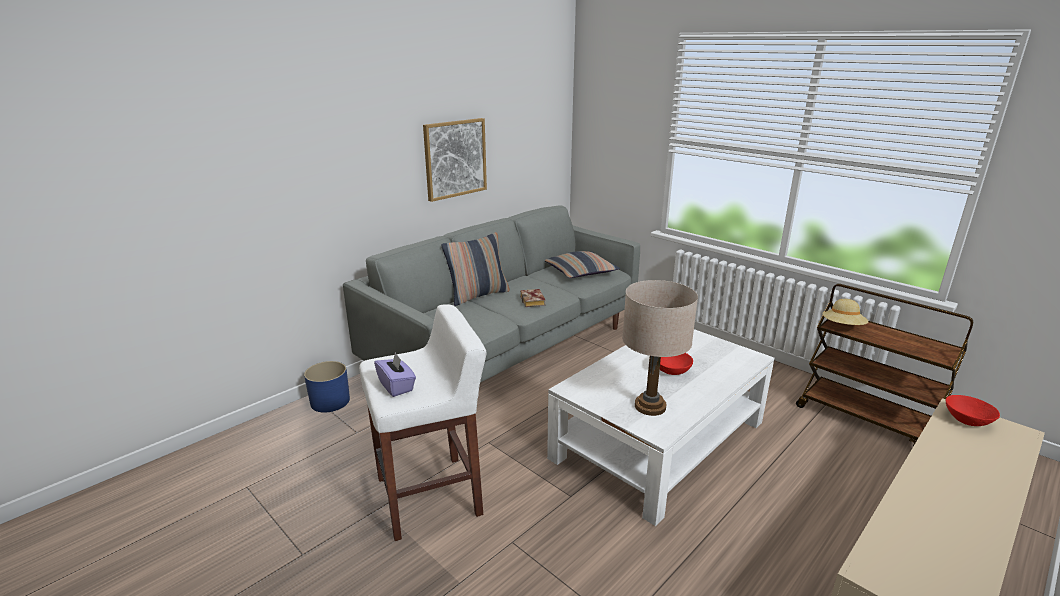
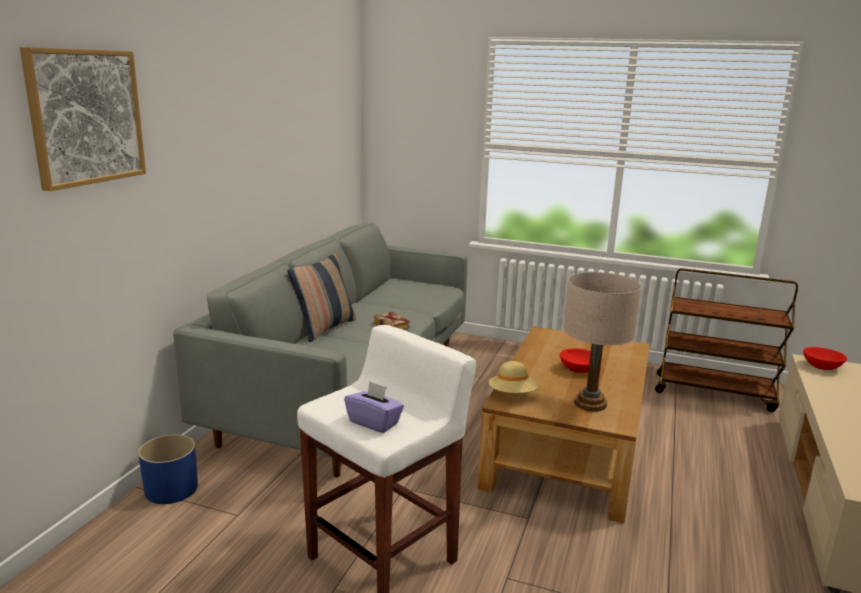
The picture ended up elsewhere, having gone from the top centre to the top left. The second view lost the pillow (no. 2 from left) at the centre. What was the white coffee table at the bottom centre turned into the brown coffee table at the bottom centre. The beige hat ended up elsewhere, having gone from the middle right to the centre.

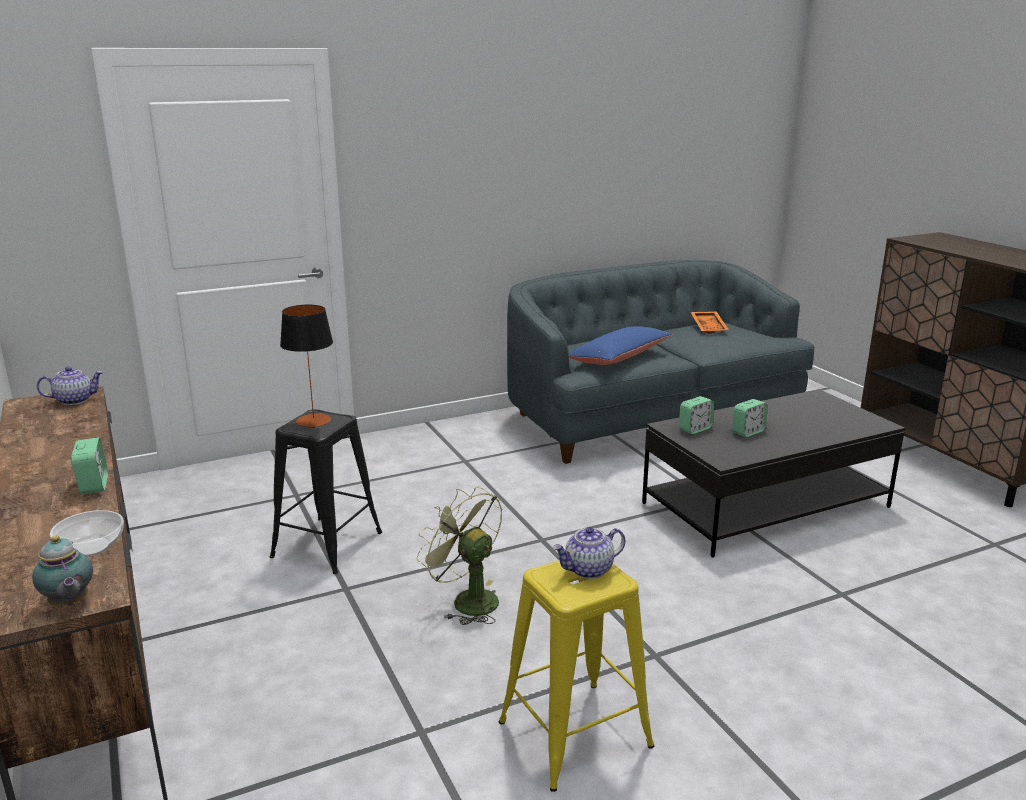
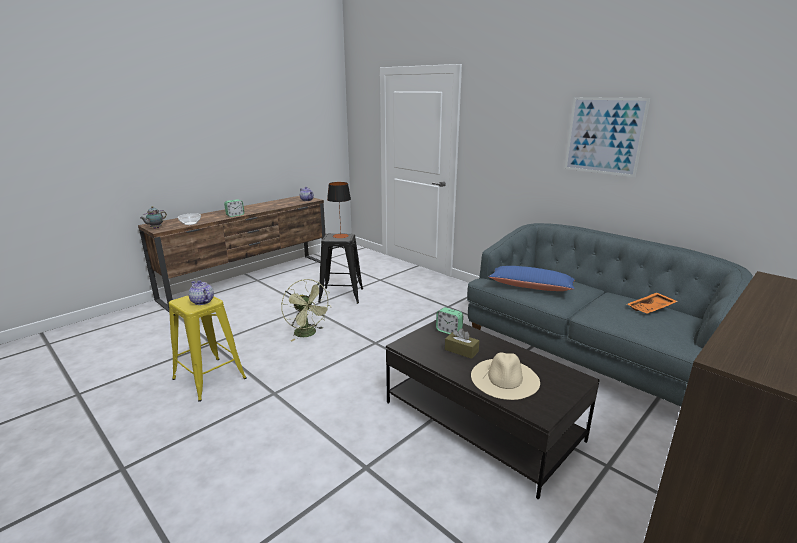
The green fan at the bottom centre ended up facing another way, 120 degrees clockwise from before. Where the alarm clock (no. 3 from left) stood at the middle right, the brown tissue box came to stand at the centre. The second view gained the beige hat at the bottom centre. The second view gained the picture at the top right.

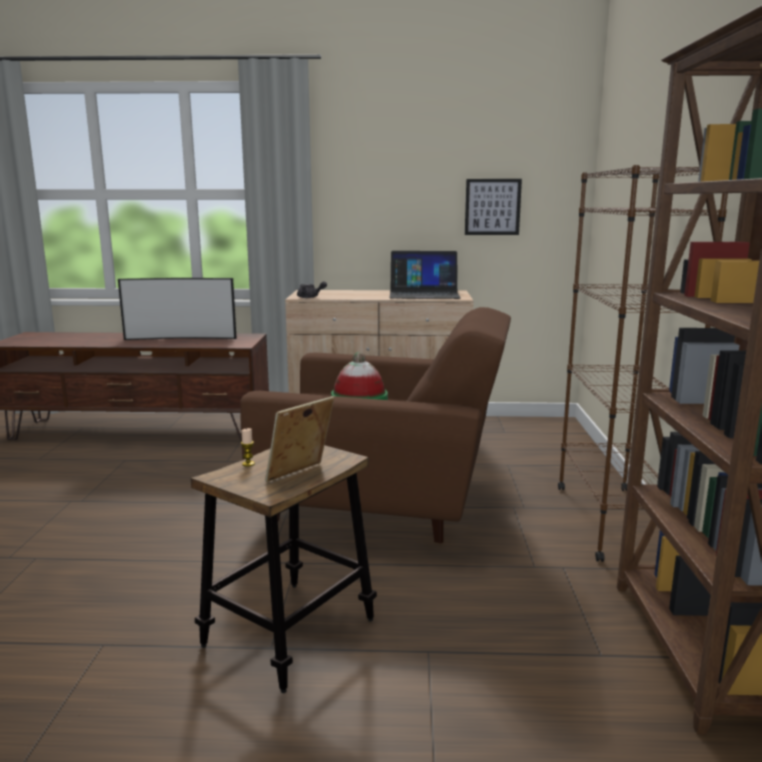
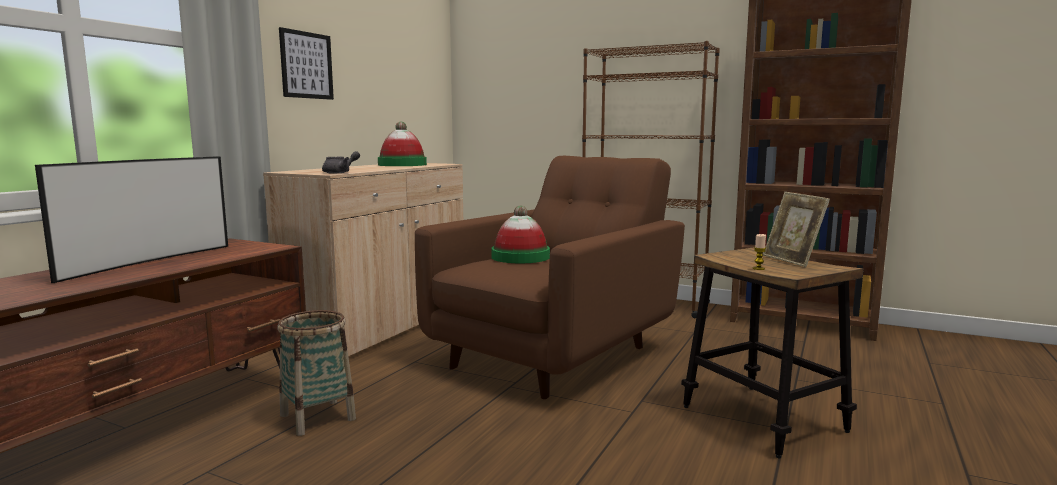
Where the laptop stood at the centre, the hat (no. 1 from left) came to stand at the top centre. The picture ended up elsewhere, having gone from the top centre to the top left. The second view gained the basket at the bottom left.

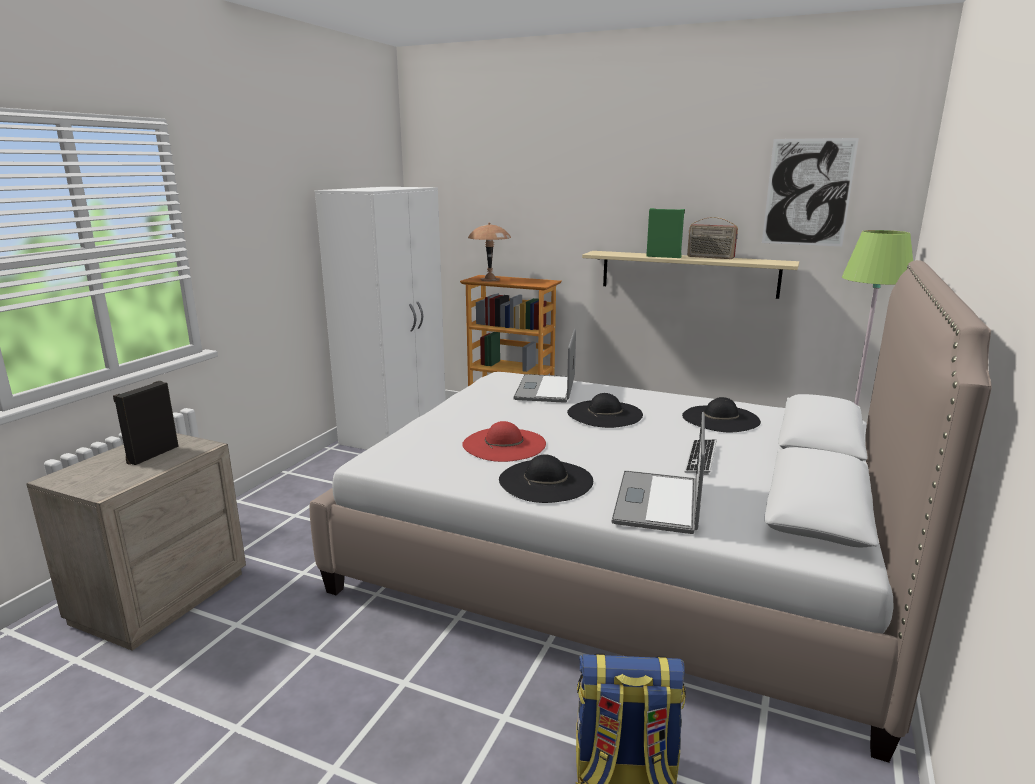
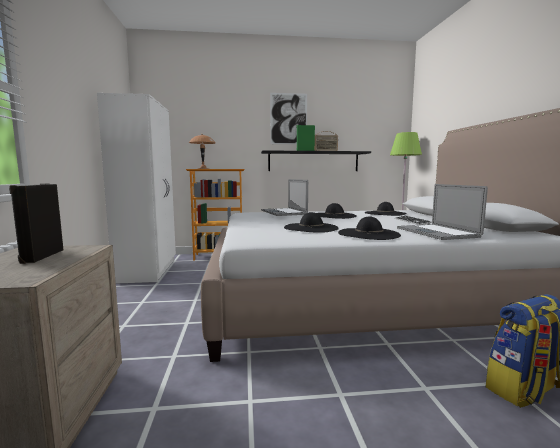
What was the red hat at the centre turned into the black hat (no. 1 from left) at the centre. What was the beige shelf at the middle right turned into the black shelf at the centre. The picture ended up elsewhere, having gone from the top right to the top centre.

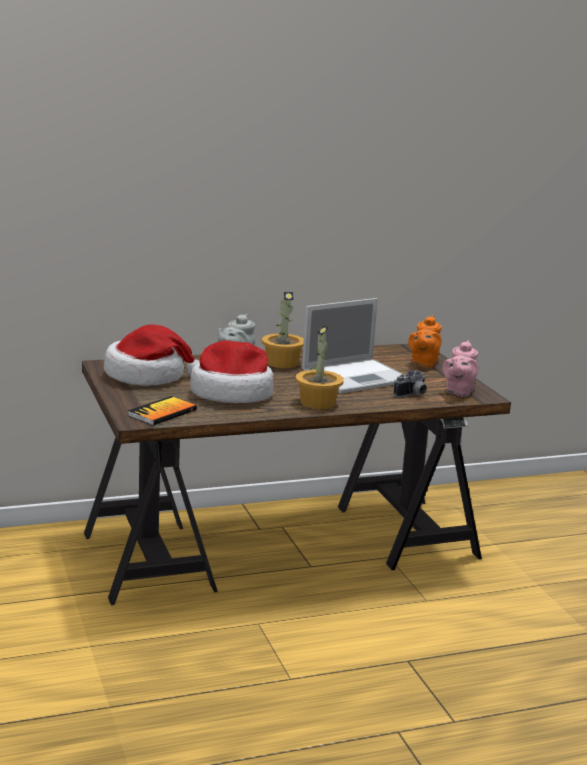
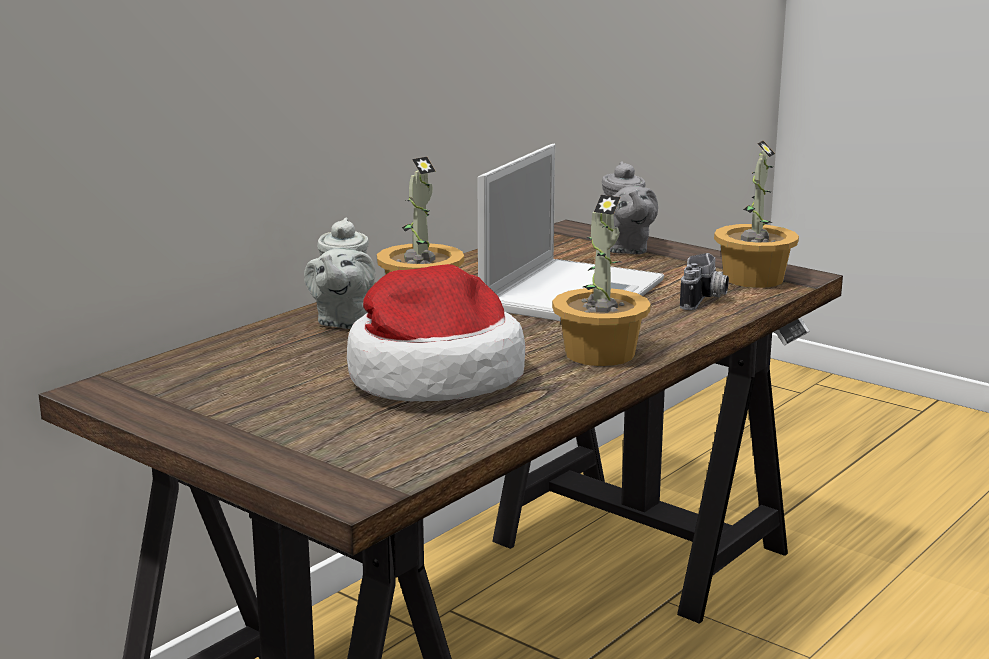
The second view lost the hat (no. 1 from left) at the middle left. The second view lost the book at the middle left. What was the orange teapot at the middle right turned into the grey teapot (no. 2 from left) at the top centre. Where the pink teapot stood at the middle right, the potted plant (no. 3 from left) came to stand at the top right.

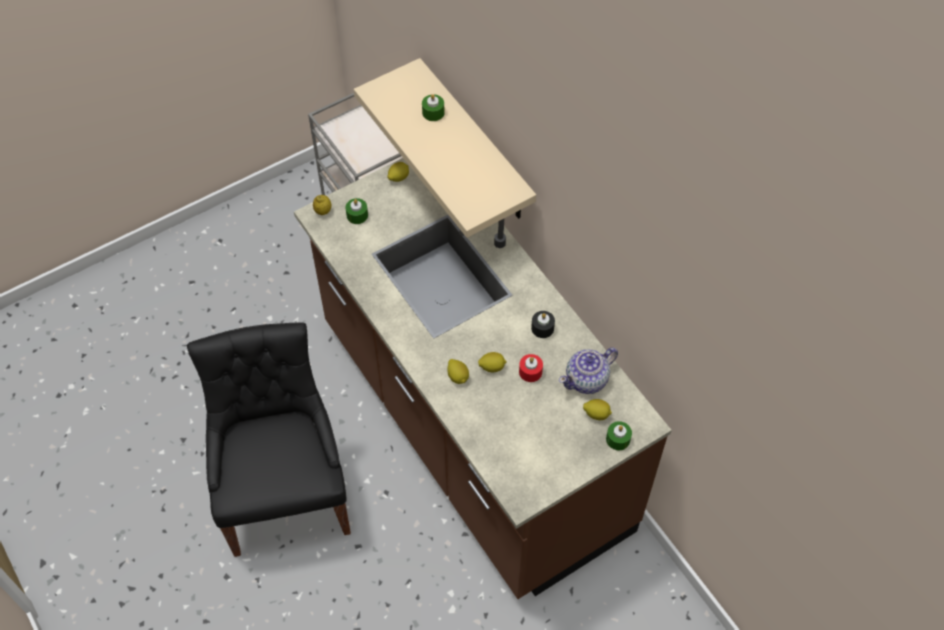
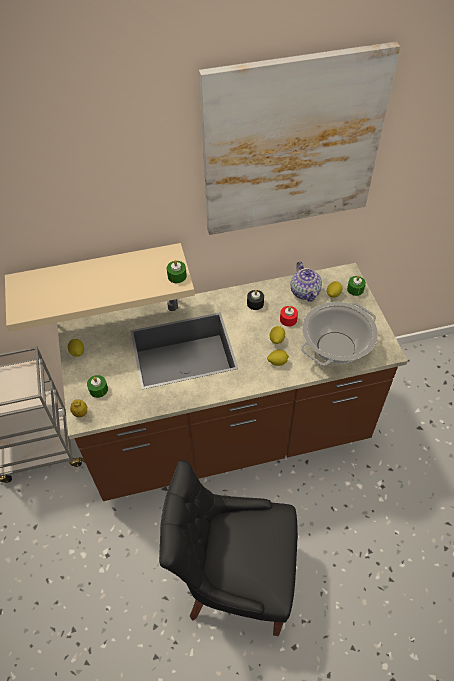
The green candle (no. 2 from left) ended up elsewhere, having gone from the top centre to the centre. The second view gained the picture at the top centre. The second view gained the cooking pot at the middle right.

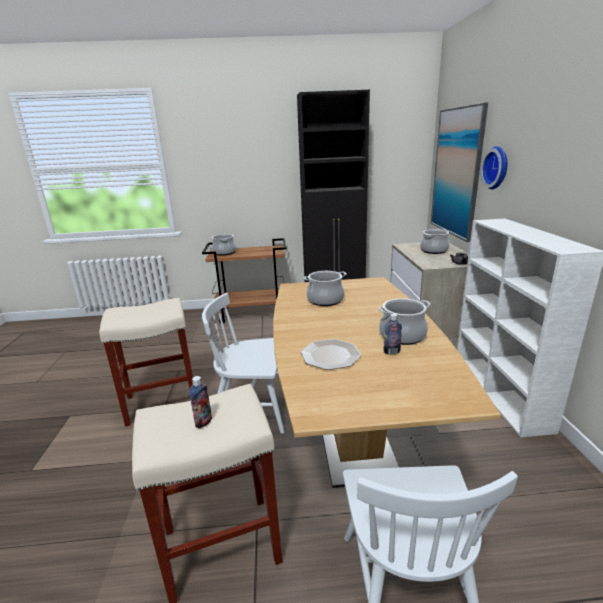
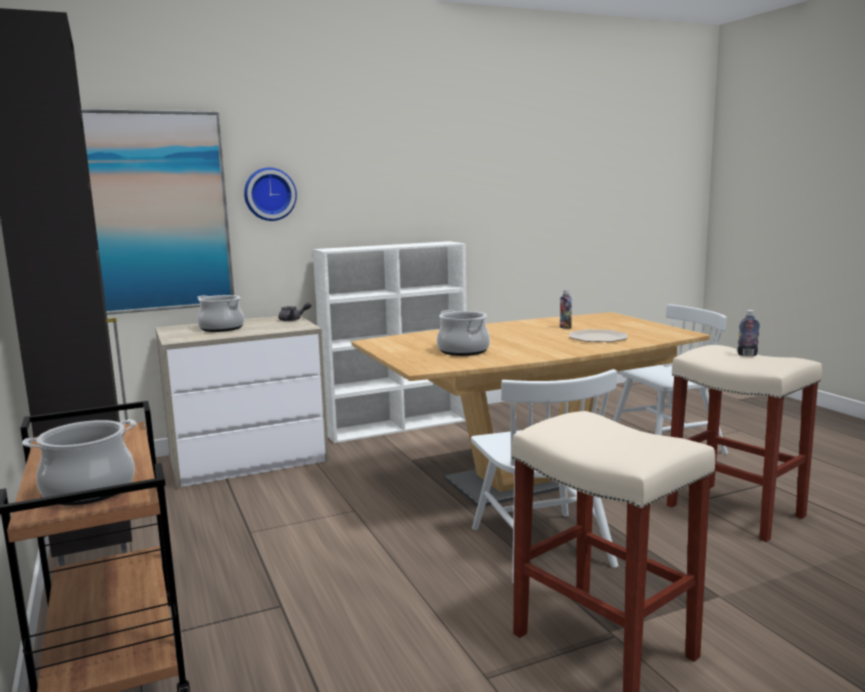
The second view lost the cooking pot (no. 3 from left) at the middle right.

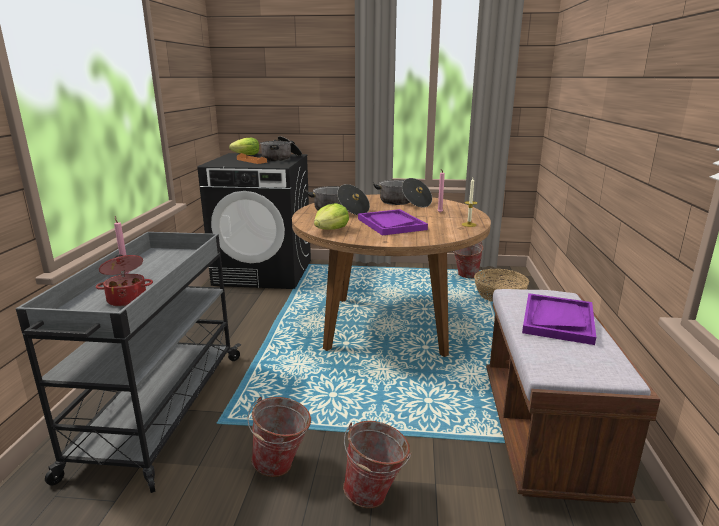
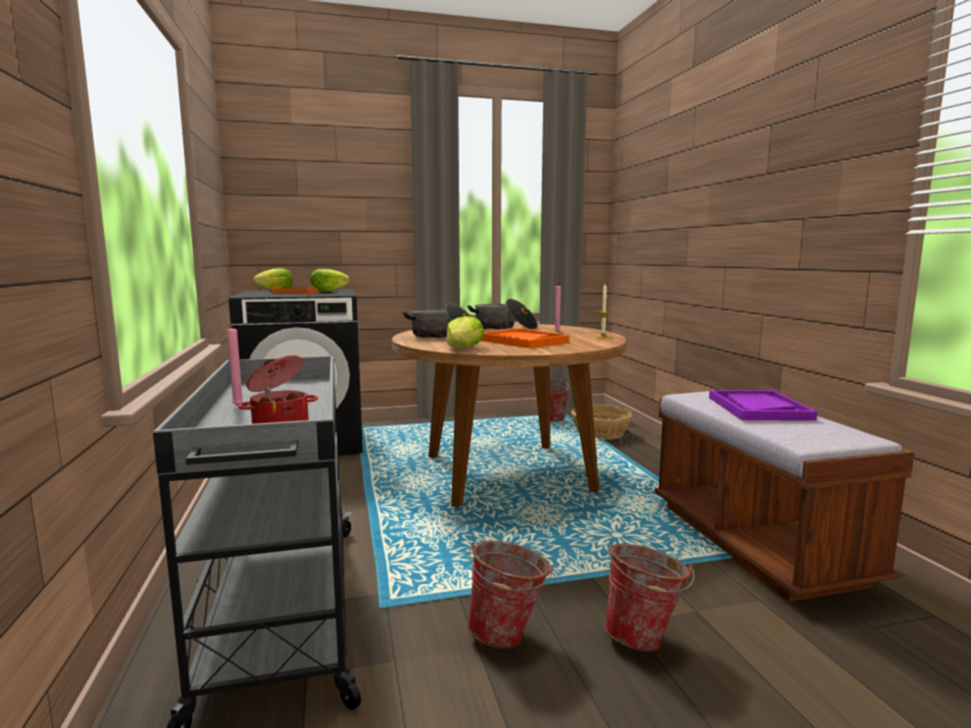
Where the cooking pot (no. 2 from left) stood at the top centre, the lettuce (no. 2 from left) came to stand at the centre. What was the purple tray (no. 1 from left) at the centre turned into the orange tray (no. 2 from left) at the centre.

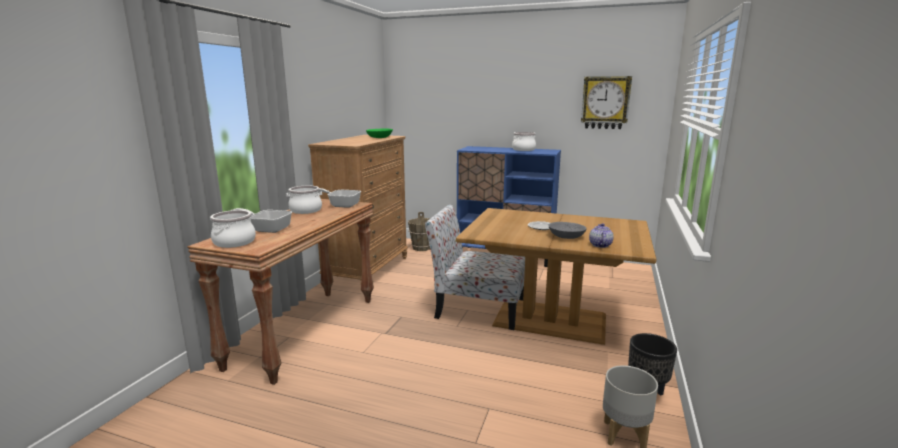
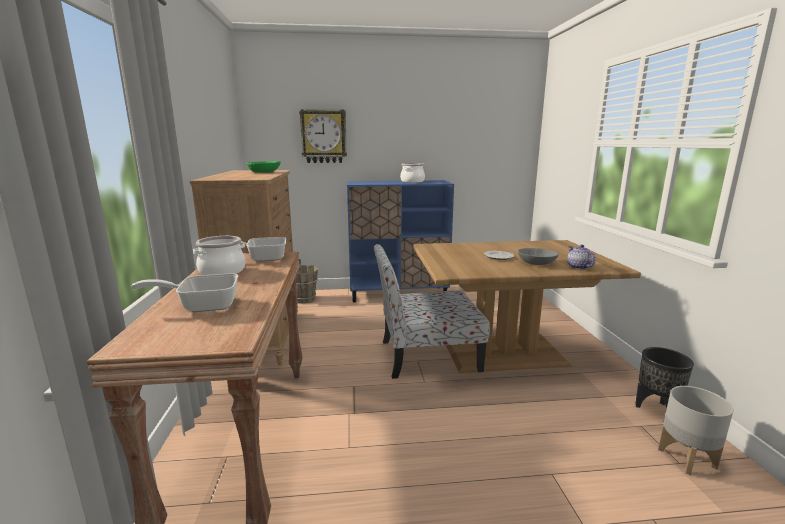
The second view lost the cooking pot (no. 1 from left) at the middle left. The wall clock ended up elsewhere, having gone from the top right to the top centre.

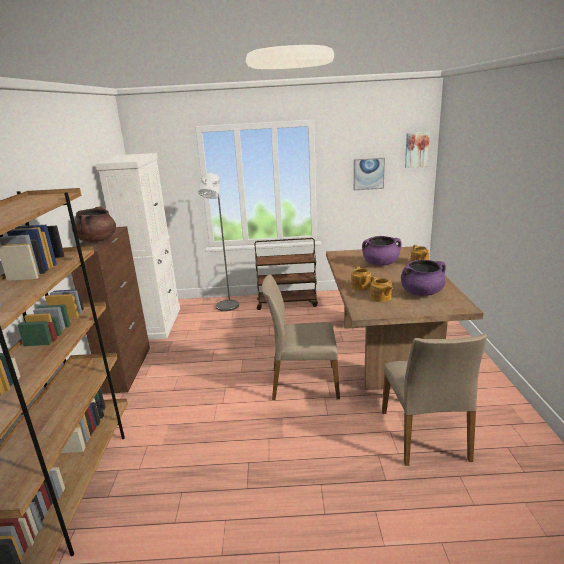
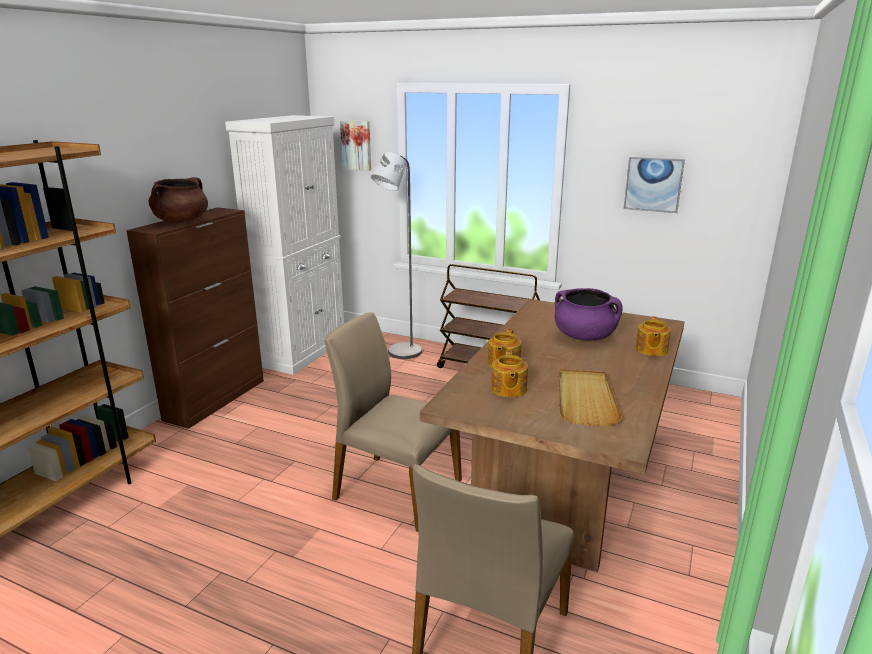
Where the purple cooking pot (no. 2 from left) stood at the middle right, the beige tray came to stand at the middle right. The picture (no. 2 from left in the first image) ended up elsewhere, having gone from the top right to the top centre.

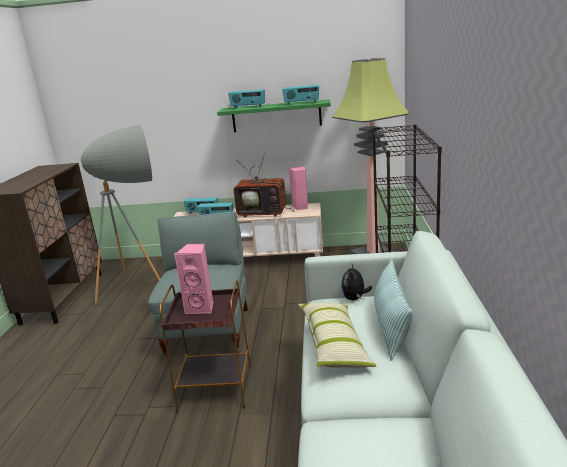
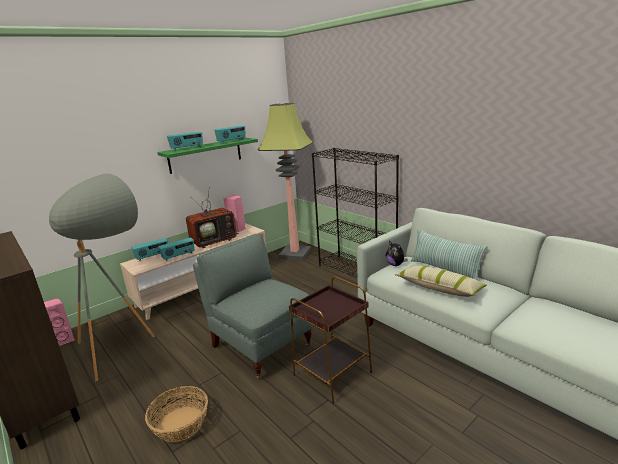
The pink speaker (no. 1 from left) ended up elsewhere, having gone from the centre to the bottom left. The second view gained the basket at the bottom left.

